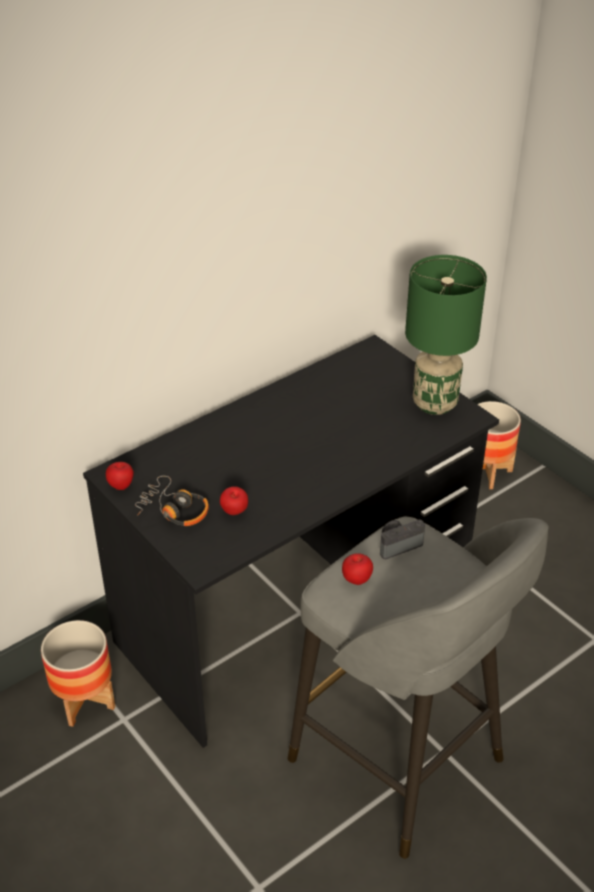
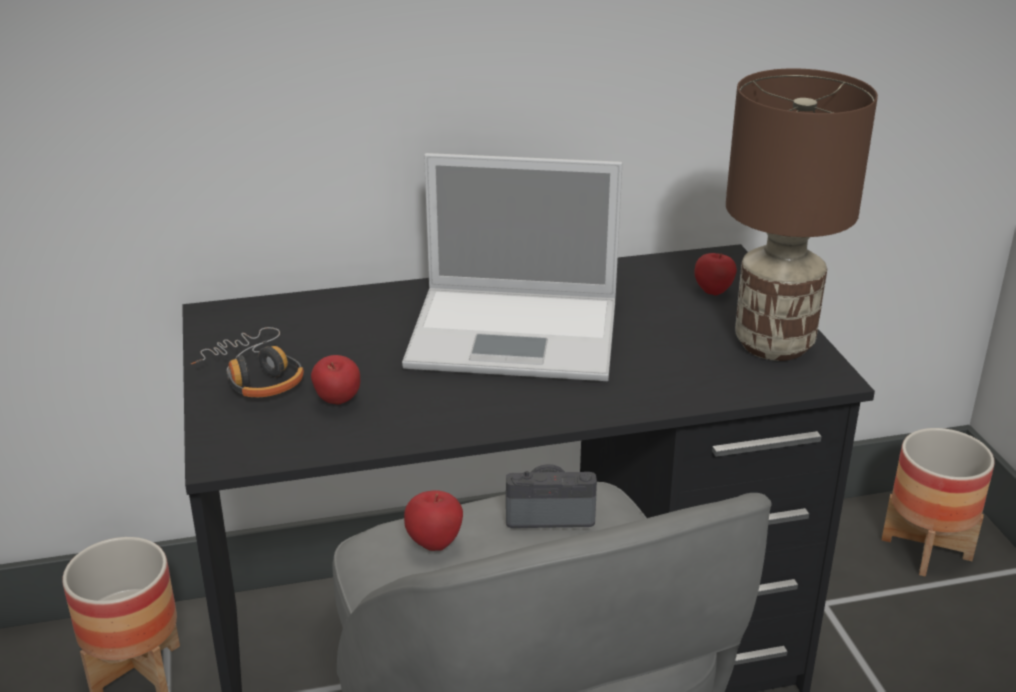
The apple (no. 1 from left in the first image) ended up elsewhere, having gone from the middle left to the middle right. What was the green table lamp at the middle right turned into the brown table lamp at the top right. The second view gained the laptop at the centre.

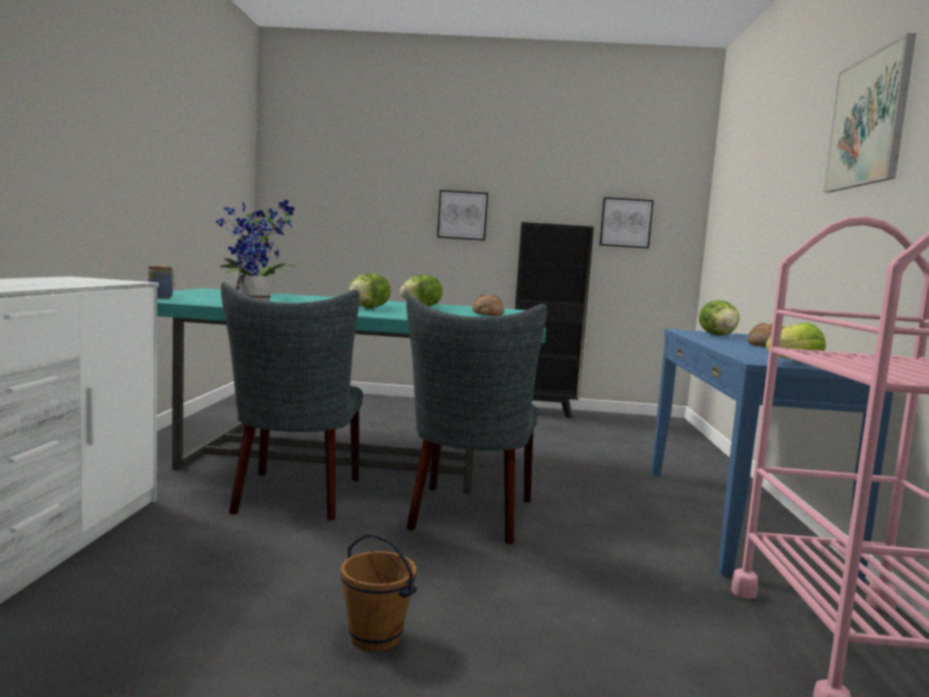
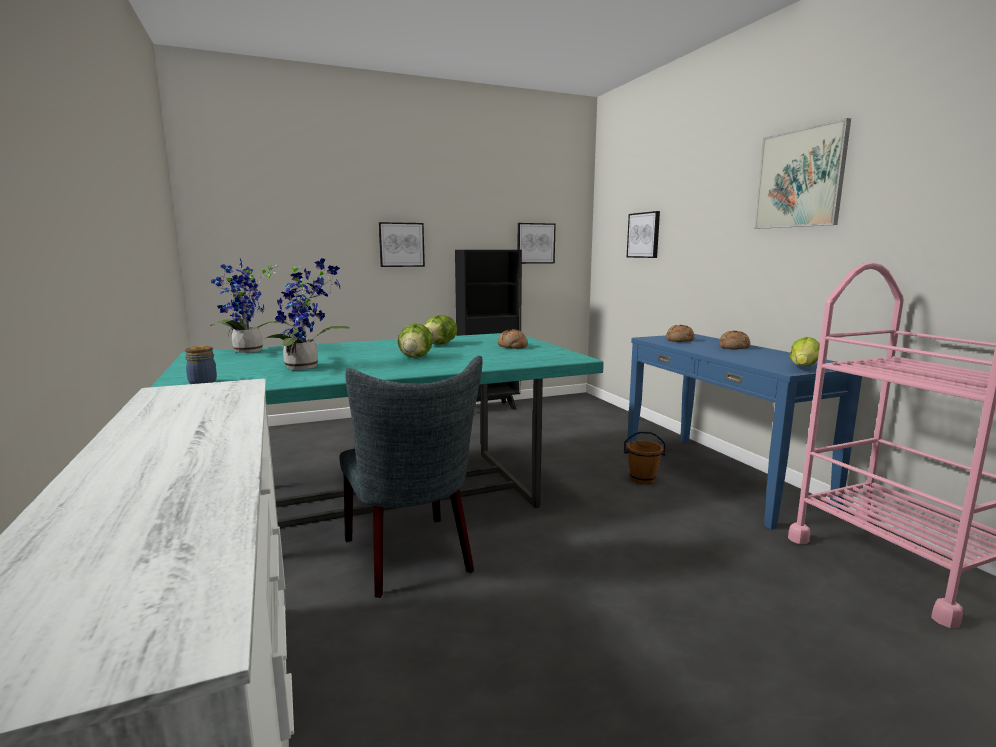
The brown bucket ended up elsewhere, having gone from the bottom centre to the centre. The second view lost the grey chair (no. 2 from left) at the centre. Where the lettuce (no. 3 from left) stood at the middle right, the bread (no. 2 from left) came to stand at the middle right. The second view gained the picture (no. 3 from left) at the top centre.

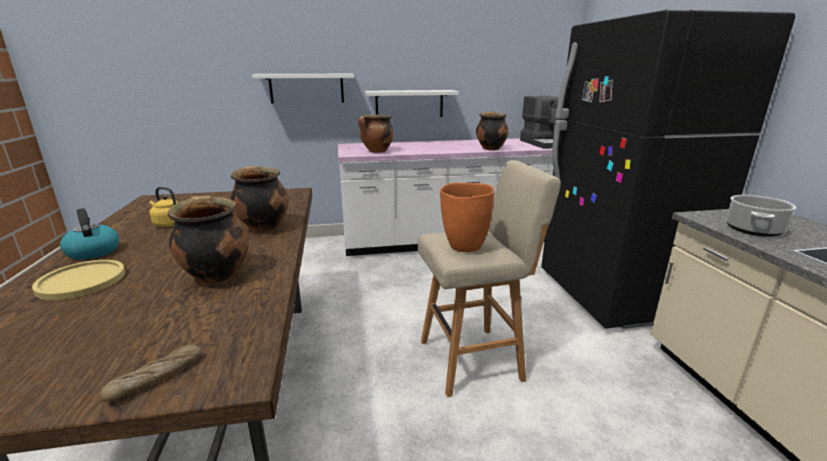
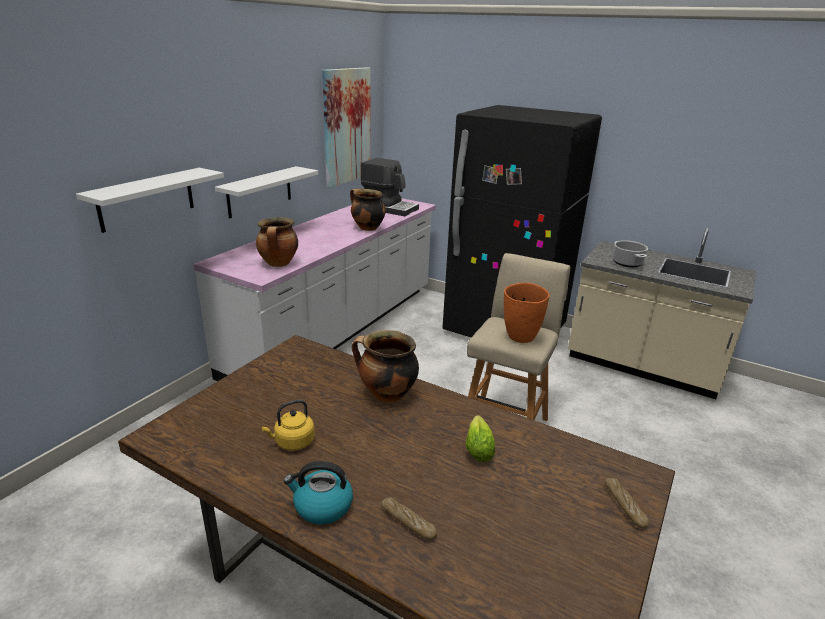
Where the yellow plate stood at the middle left, the bread (no. 1 from left) came to stand at the bottom centre. Where the cooking pot (no. 1 from left) stood at the middle left, the lettuce came to stand at the bottom centre. The second view gained the picture at the top centre.

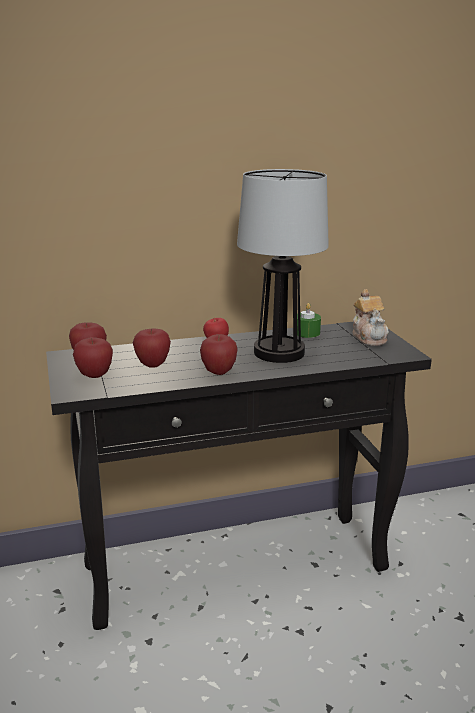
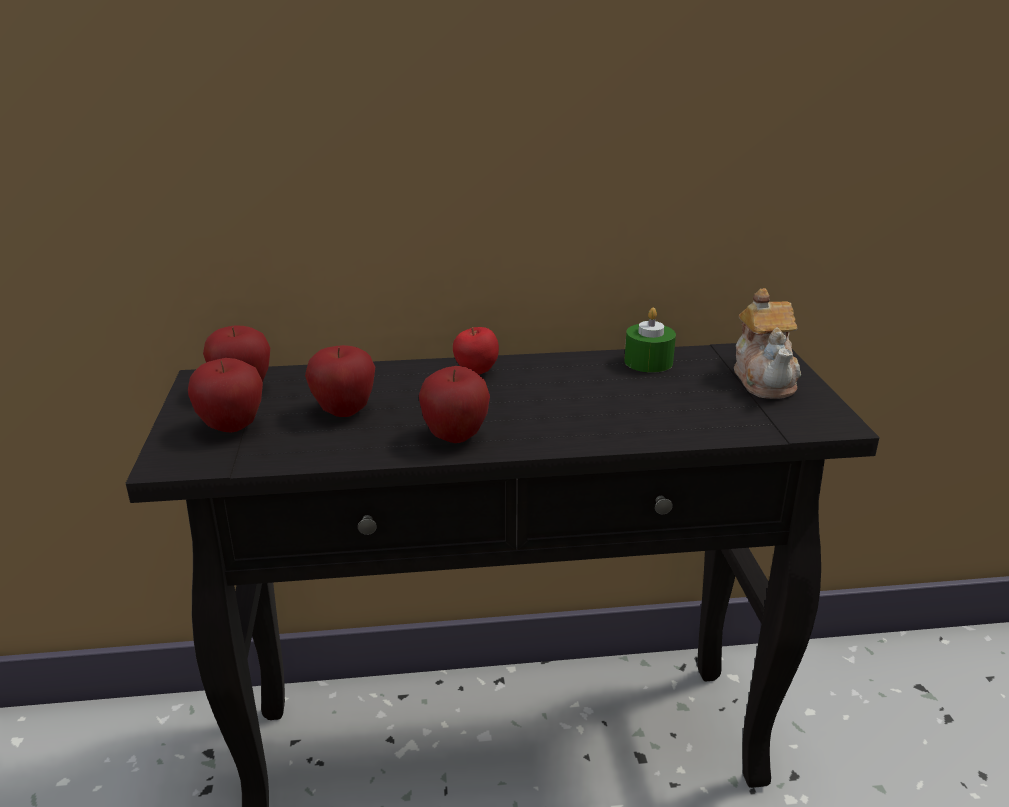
The second view lost the table lamp at the centre.

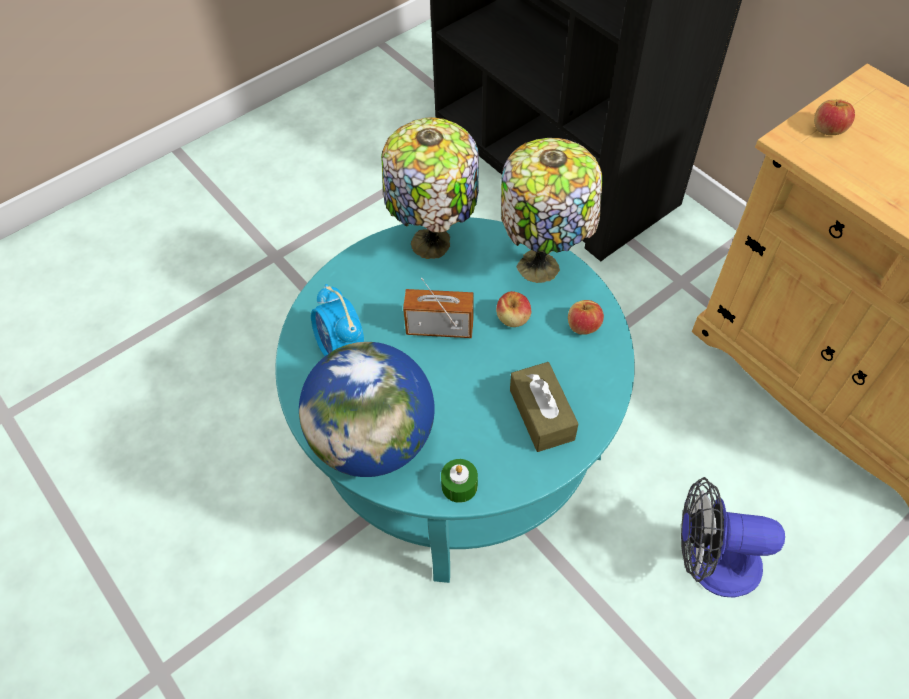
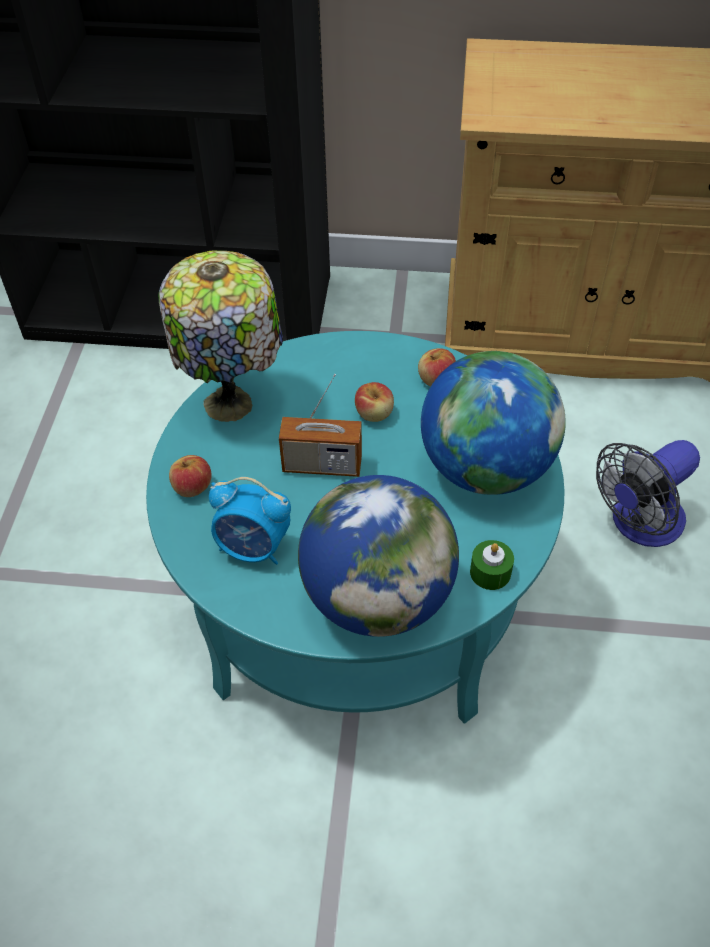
The radio at the centre ended up facing another way, 135 degrees counterclockwise from before. The second view lost the table lamp (no. 2 from left) at the top centre. Where the brown tissue box stood at the centre, the globe (no. 2 from left) came to stand at the middle right. The apple (no. 3 from left in the first image) ended up elsewhere, having gone from the top right to the middle left.

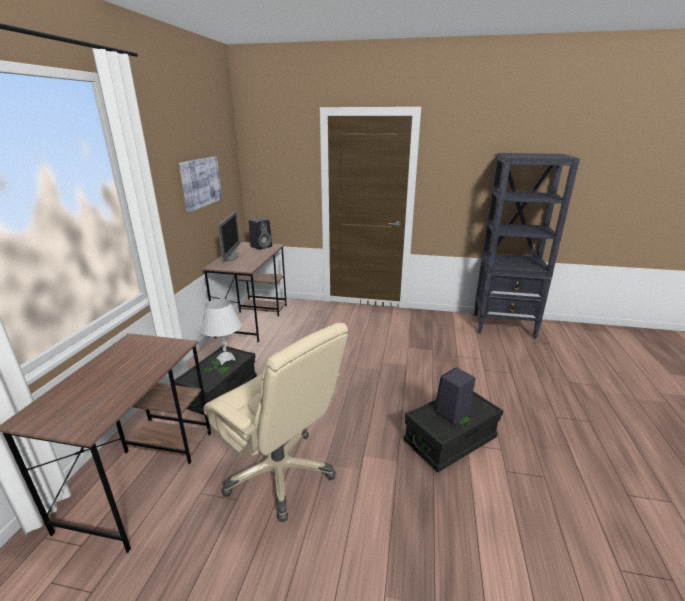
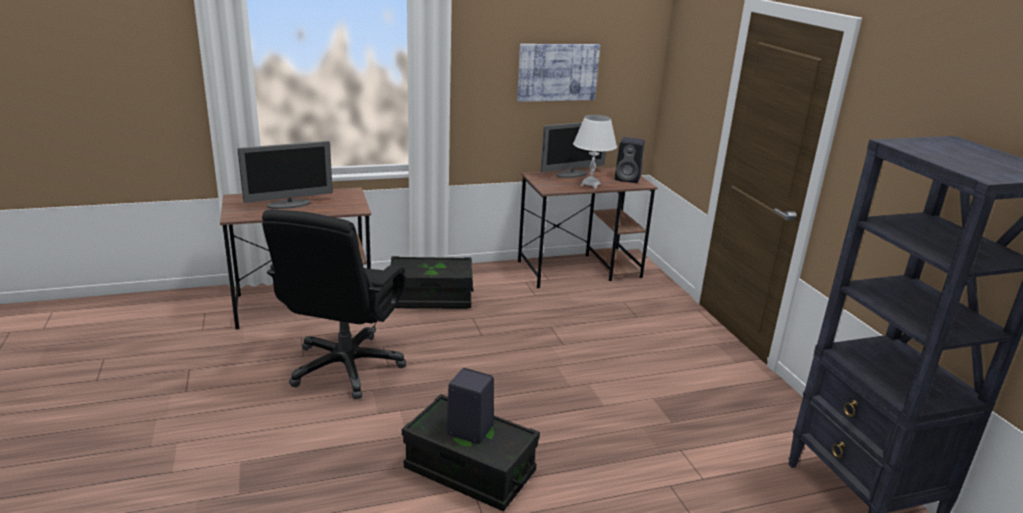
The white table lamp ended up elsewhere, having gone from the middle left to the top centre. What was the beige office chair at the bottom centre turned into the black office chair at the middle left. The second view gained the monitor (no. 1 from left) at the middle left.

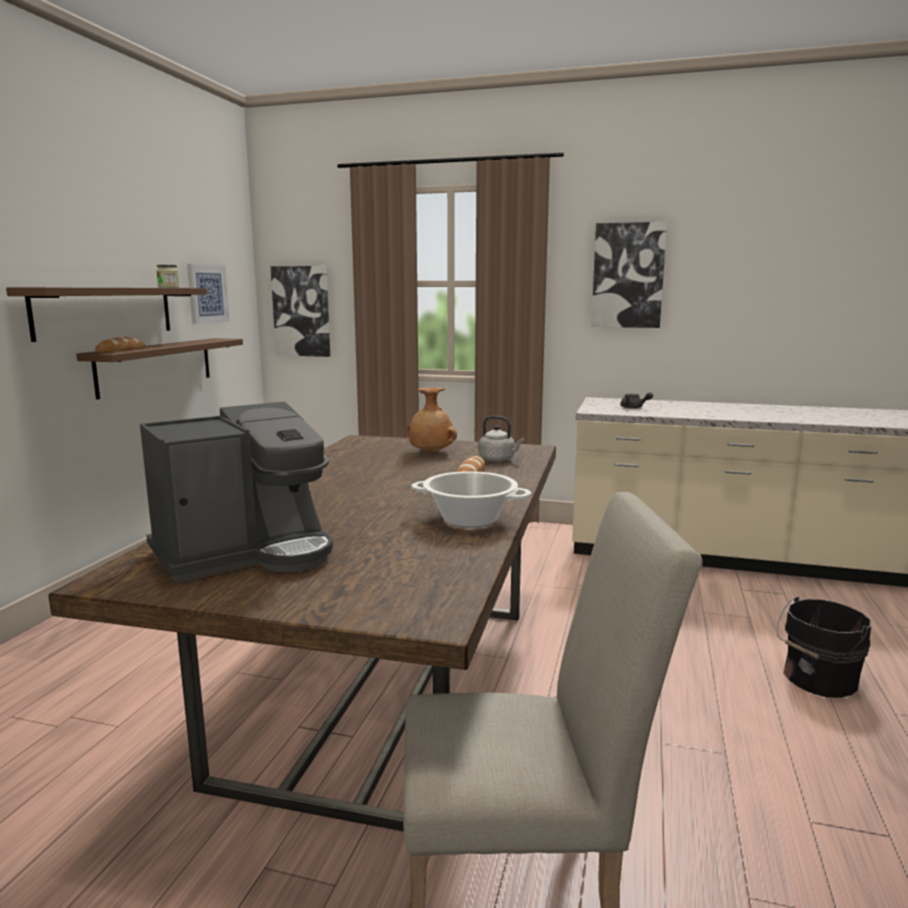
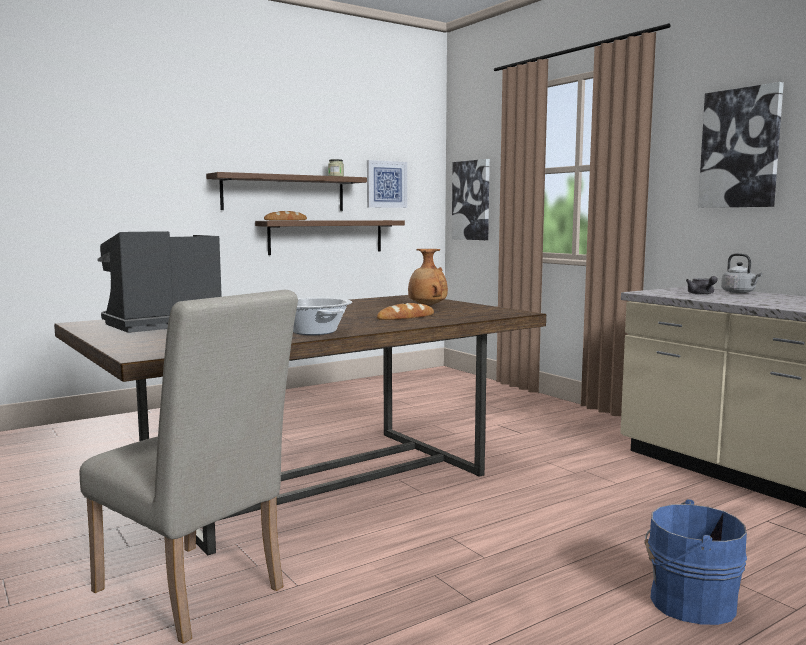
The coffee machine at the middle left ended up facing another way, 135 degrees clockwise from before. The grey kettle ended up elsewhere, having gone from the centre to the middle right. What was the black bucket at the bottom right turned into the blue bucket at the bottom right.

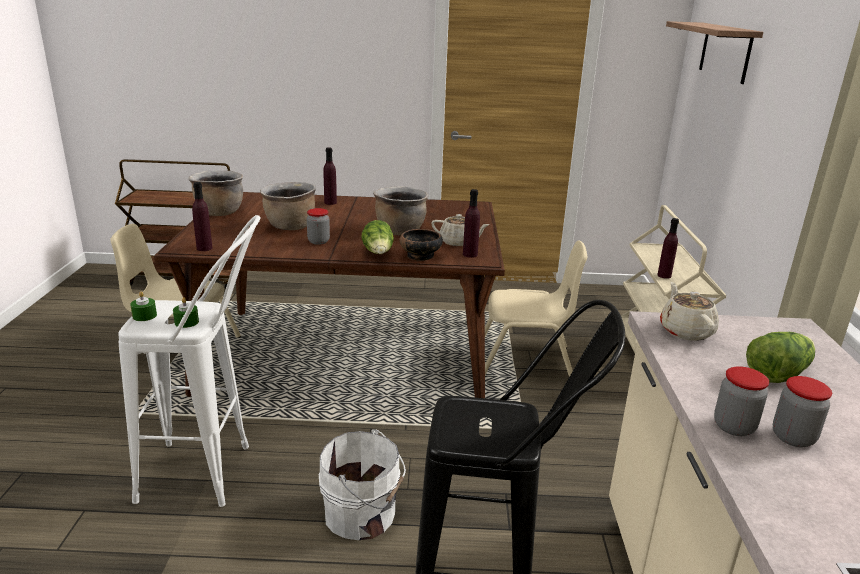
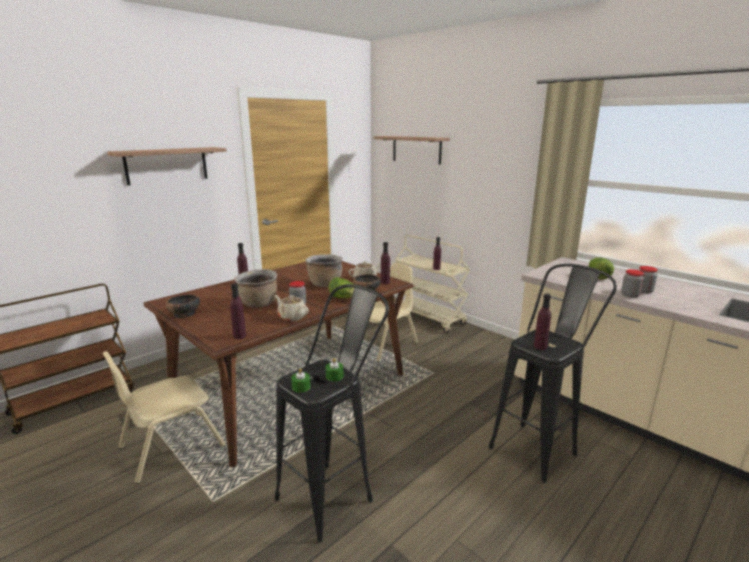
What was the white stool at the middle left turned into the black stool (no. 1 from left) at the bottom centre. Where the brown cooking pot (no. 1 from left) stood at the middle left, the bowl (no. 1 from left) came to stand at the middle left. The second view lost the white bucket at the bottom centre. The beige teapot (no. 2 from left in the first image) ended up elsewhere, having gone from the middle right to the centre. The second view gained the shelf (no. 1 from left) at the top left. The second view gained the purple bottle (no. 5 from left) at the middle right.

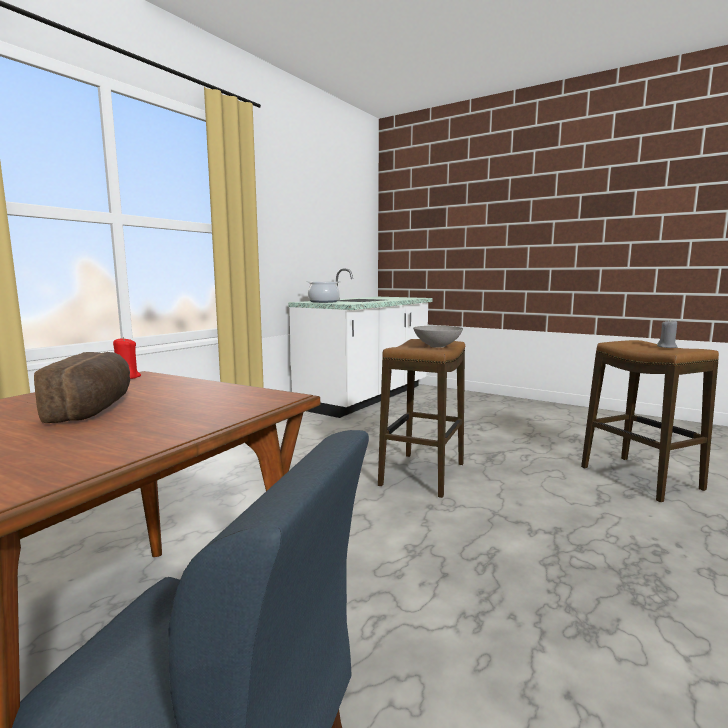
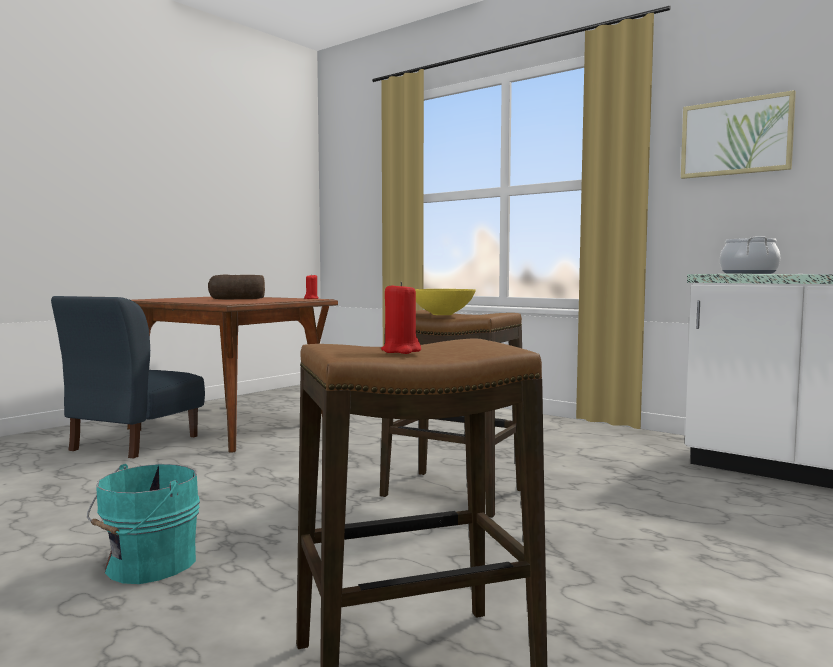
What was the grey bowl at the centre turned into the yellow bowl at the centre. What was the grey candle at the middle right turned into the red candle (no. 2 from left) at the centre. The second view gained the turquoise bucket at the bottom left. The second view gained the picture at the top right.

